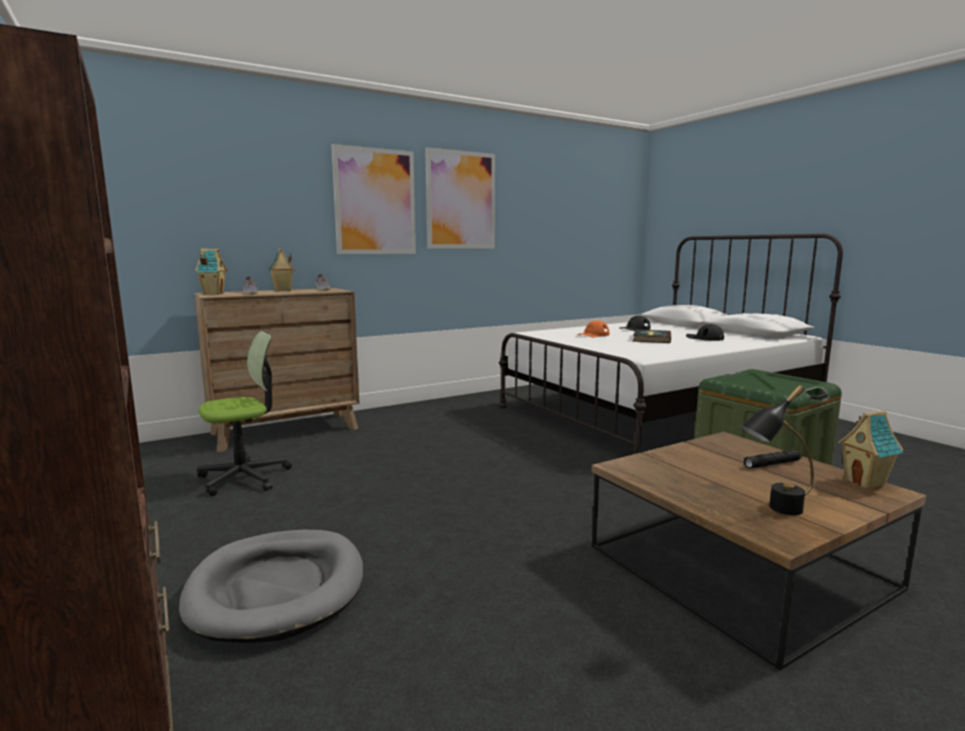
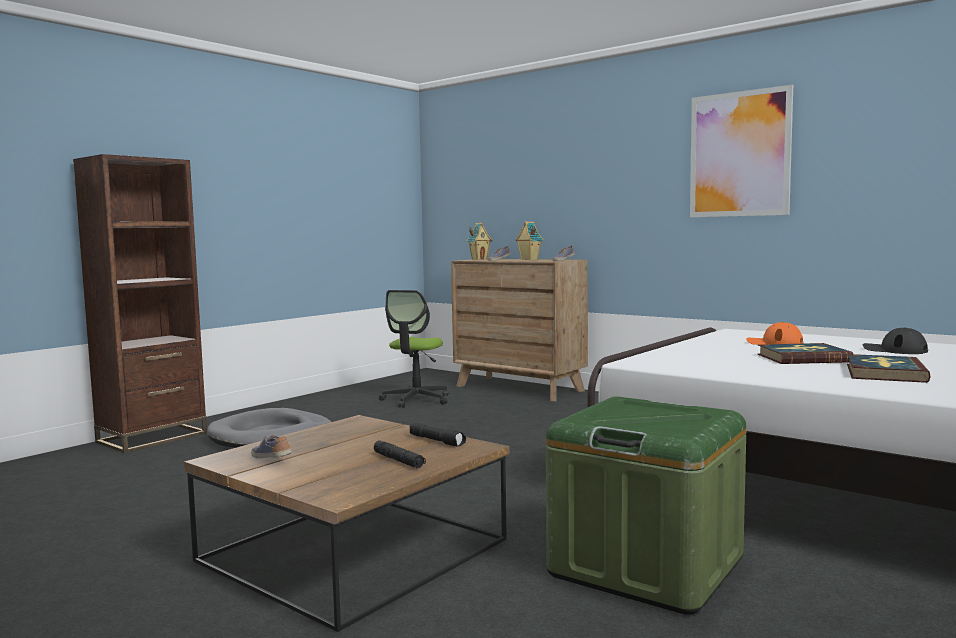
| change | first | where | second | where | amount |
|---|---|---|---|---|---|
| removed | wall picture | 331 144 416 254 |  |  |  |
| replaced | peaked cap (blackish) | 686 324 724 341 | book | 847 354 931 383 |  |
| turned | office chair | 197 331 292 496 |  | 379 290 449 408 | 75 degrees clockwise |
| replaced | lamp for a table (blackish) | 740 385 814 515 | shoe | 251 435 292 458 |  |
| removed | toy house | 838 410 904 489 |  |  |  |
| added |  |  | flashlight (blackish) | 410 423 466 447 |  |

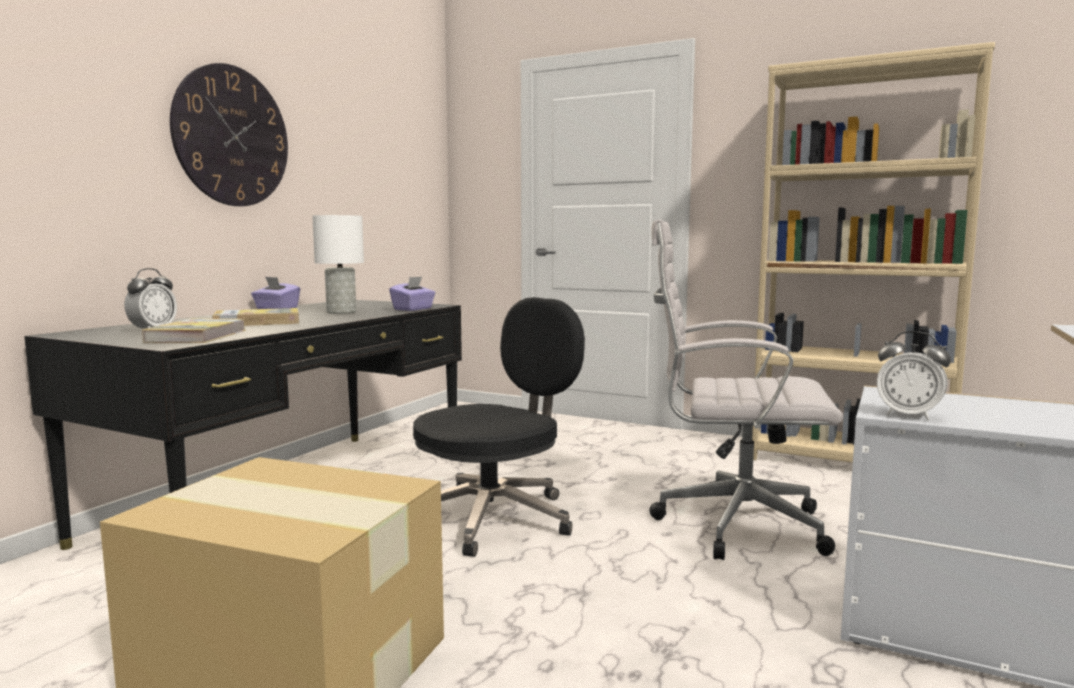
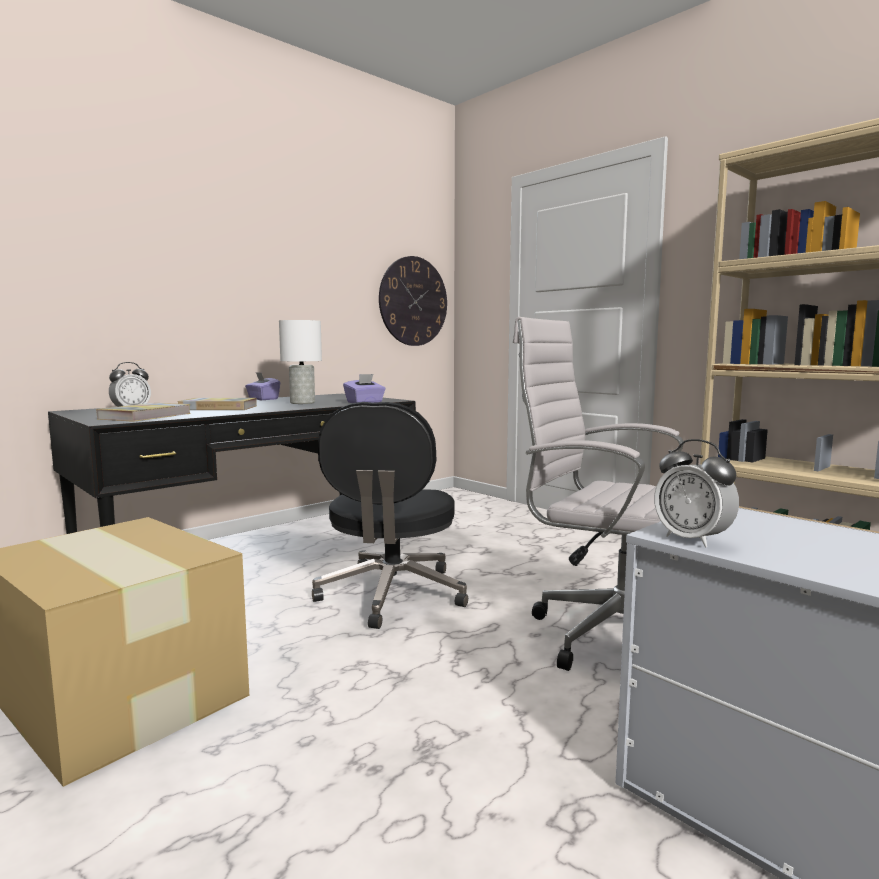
| change | first | where | second | where | amount |
|---|---|---|---|---|---|
| moved | clock on the wall | 170 63 288 206 |  | 379 256 447 346 |  |
| turned | office chair (blackish) | 413 297 585 557 |  | 312 402 468 629 | 120 degrees clockwise |

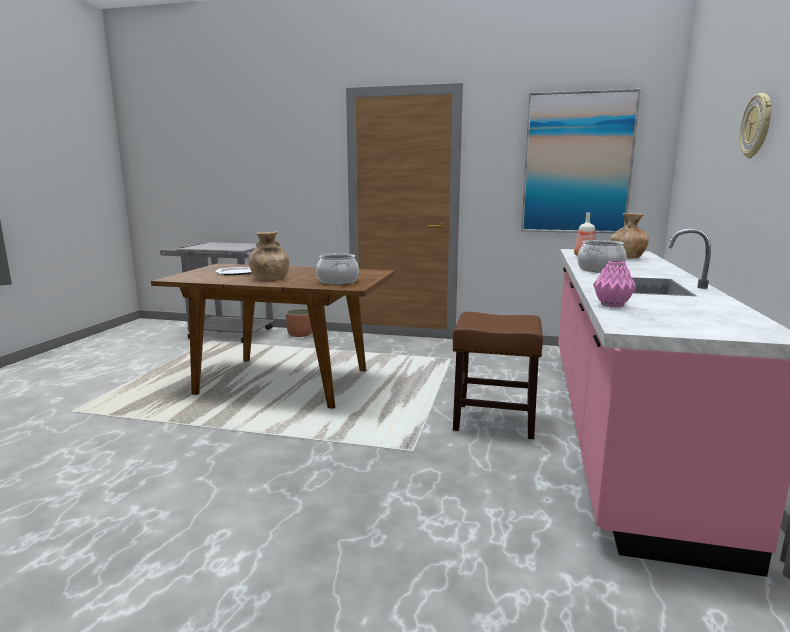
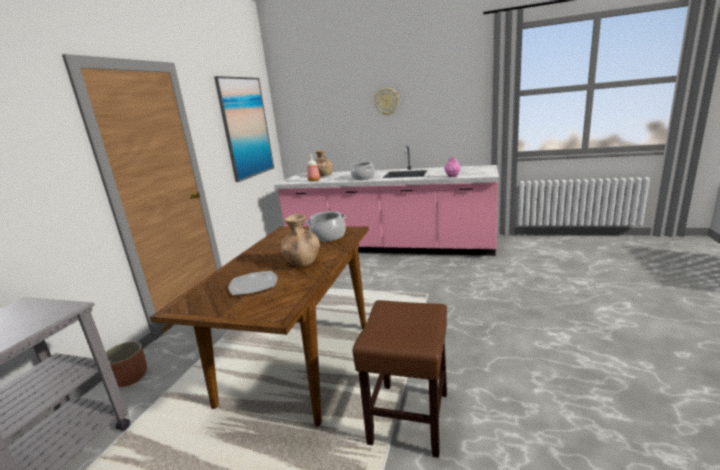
| change | first | where | second | where | amount |
|---|---|---|---|---|---|
| moved | sitting stool (brown-coloured) | 453 312 543 439 |  | 353 300 447 458 |  |

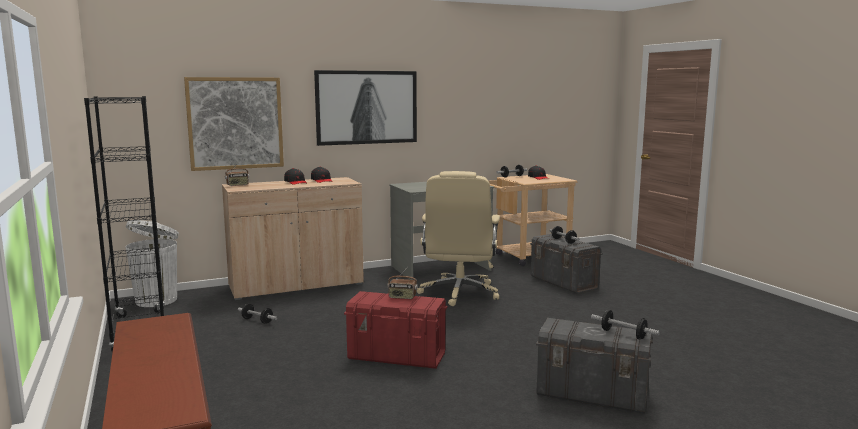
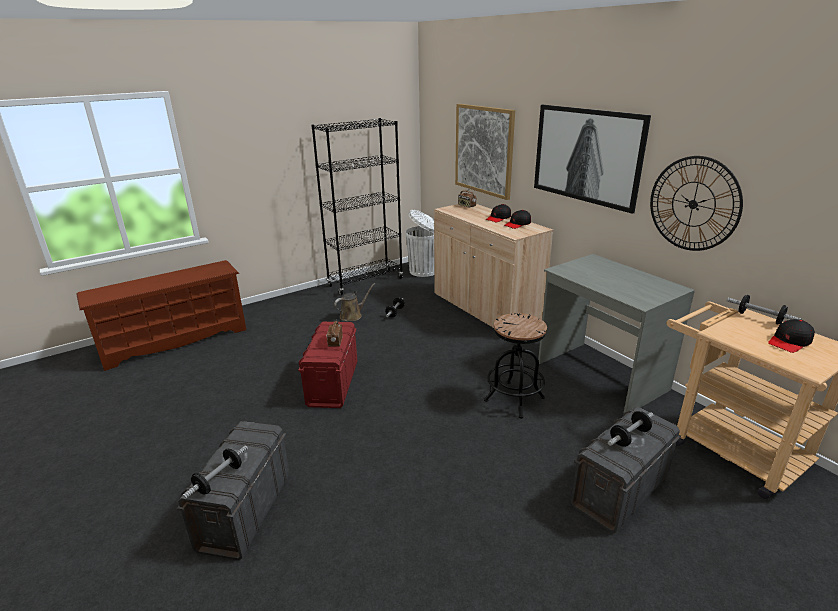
| change | first | where | second | where | amount |
|---|---|---|---|---|---|
| replaced | office chair (sand-coloured) | 417 171 500 306 | sitting stool (blackish) | 484 313 547 419 |  |
| added |  |  | clock on the wall | 650 156 743 251 |  |
| added |  |  | watering can (brown-coloured) | 334 283 375 321 |  |

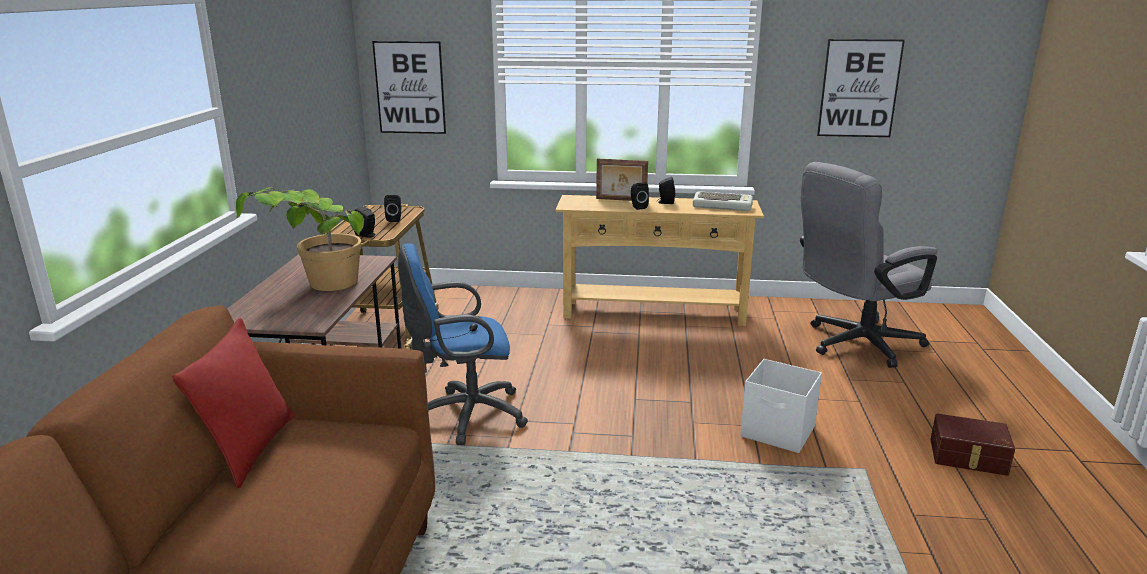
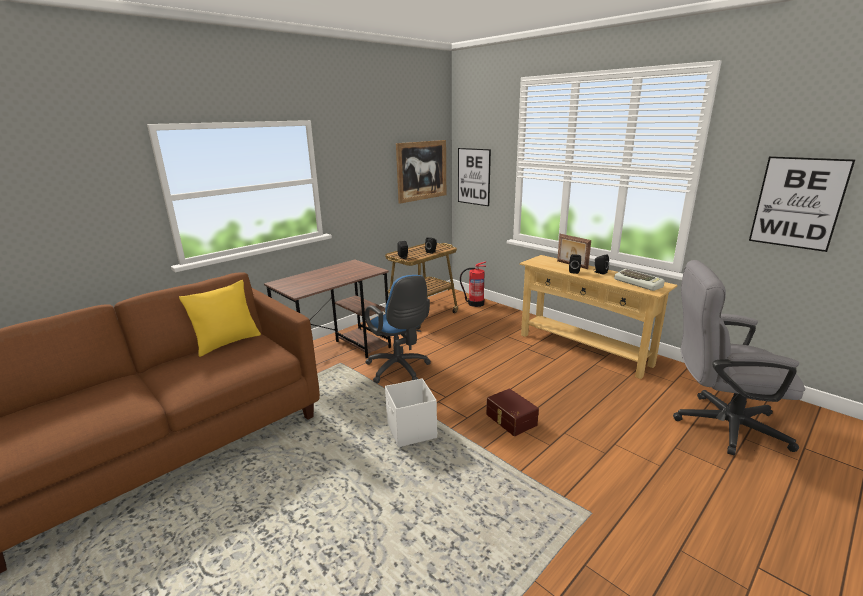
| change | first | where | second | where | amount |
|---|---|---|---|---|---|
| removed | houseplant | 236 187 364 291 |  |  |  |
| turned | office chair (bluish) | 398 244 528 445 |  | 365 275 431 383 | 150 degrees counterclockwise |
| recoloured | throw pillow (reddish) | 172 317 295 489 | throw pillow (yellow-coloured) | 179 280 261 357 |  |
| moved | storage bin (white-coloured) | 740 359 822 453 |  | 385 378 437 447 |  |
| moved | storage bin (brown-coloured) | 931 414 1015 476 |  | 486 388 539 436 |  |
| added |  |  | wall picture | 396 140 446 204 |  |
| added |  |  | fire-fighting cylinder | 460 261 486 307 |  |

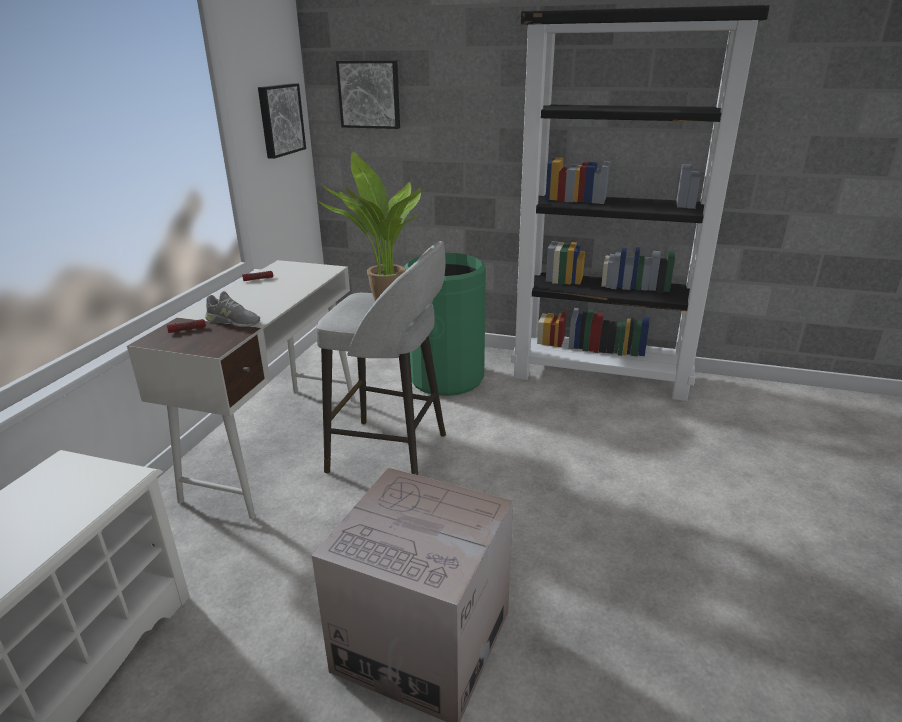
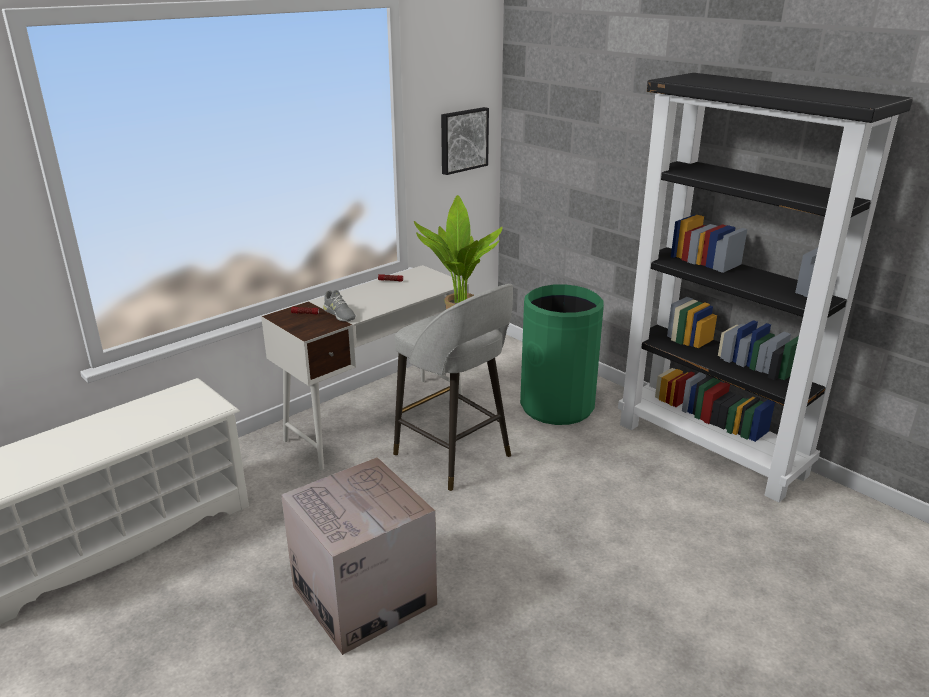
| change | first | where | second | where | amount |
|---|---|---|---|---|---|
| removed | wall picture | 336 60 400 129 |  |  |  |

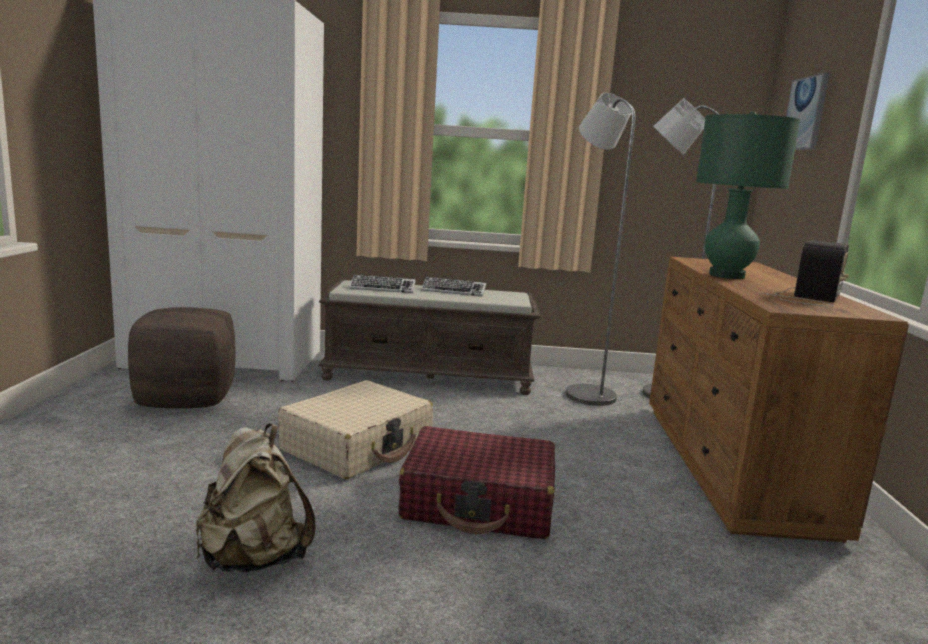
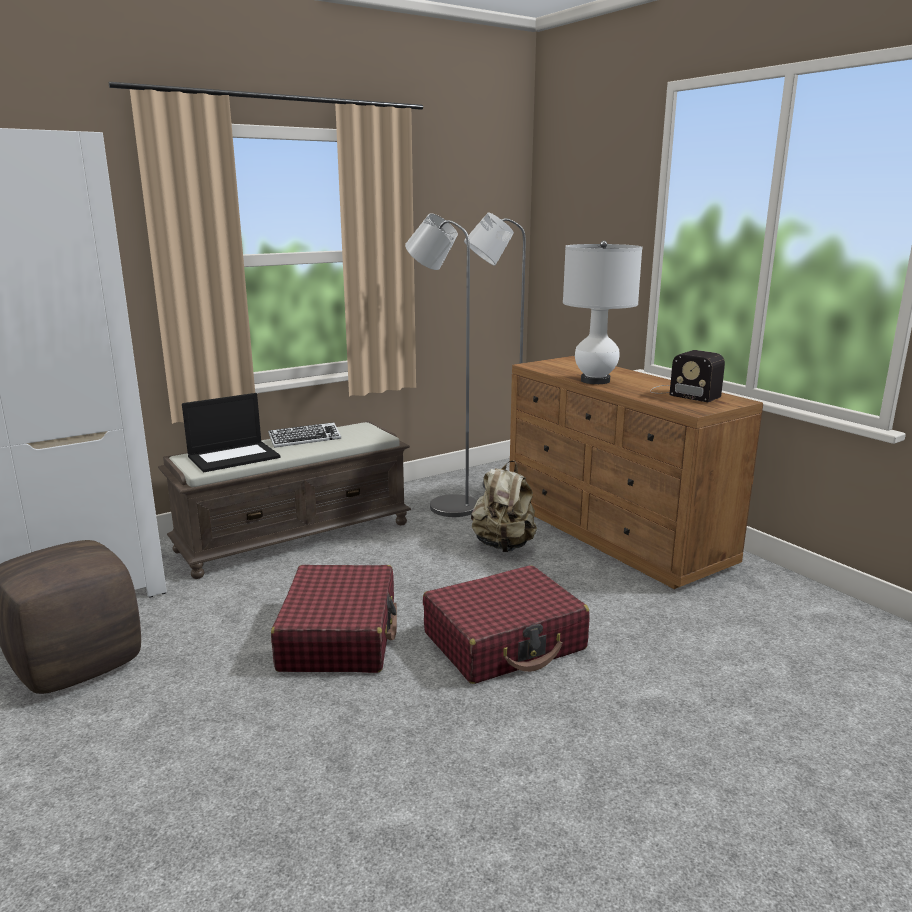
| change | first | where | second | where | amount |
|---|---|---|---|---|---|
| removed | wall picture | 786 72 830 150 |  |  |  |
| recoloured | lamp for a table (greenish) | 696 111 800 279 | lamp for a table (white-coloured) | 563 241 642 384 |  |
| turned | radio set | 763 240 849 307 |  | 650 350 725 402 | 135 degrees clockwise |
| replaced | keyboard | 350 275 416 293 | portable computer | 182 393 280 472 |  |
| recoloured | travel case (sand-coloured) | 278 380 433 479 | travel case (reddish) | 271 565 397 673 |  |
| moved | rucksack (sand-coloured) | 196 423 315 572 |  | 471 460 537 552 |  |

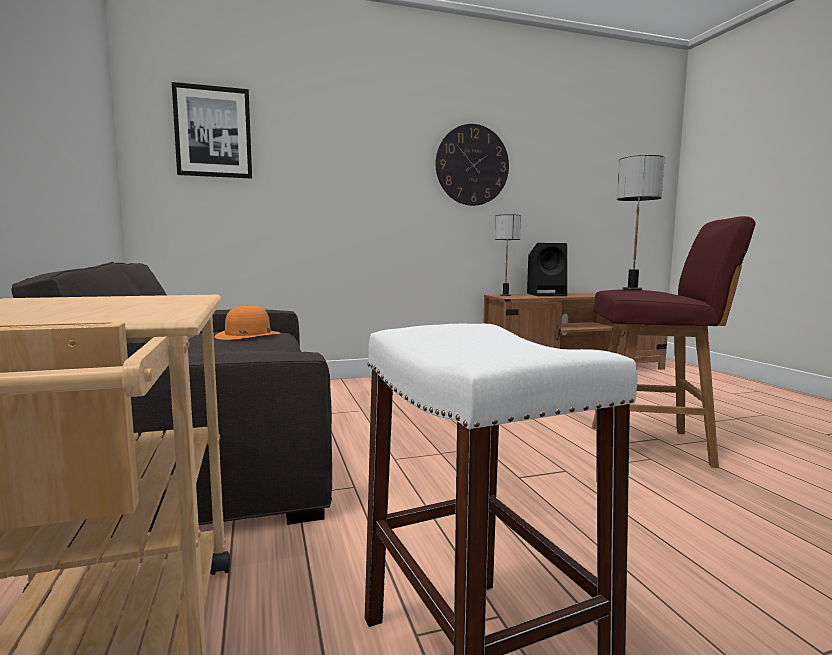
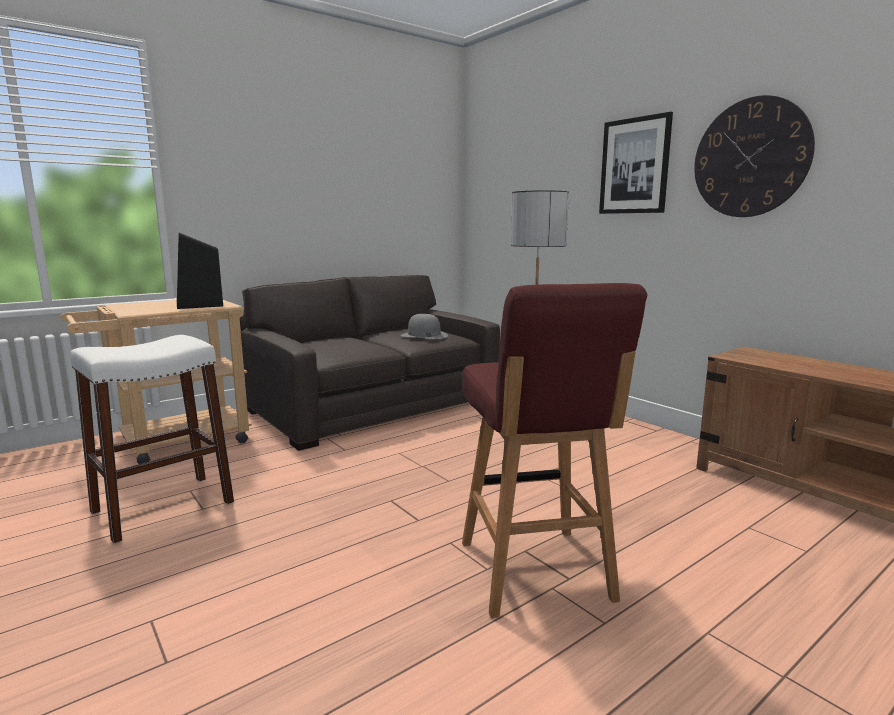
| change | first | where | second | where | amount |
|---|---|---|---|---|---|
| moved | wall picture | 172 82 252 179 |  | 599 112 673 214 |  |
| removed | lamp for a table | 495 215 521 296 |  |  |  |
| moved | loudspeaker (blackish) | 527 243 567 296 |  | 177 233 223 309 |  |
| recoloured | hat (orangey) | 215 306 280 340 | hat (greyish) | 401 314 448 339 |  |

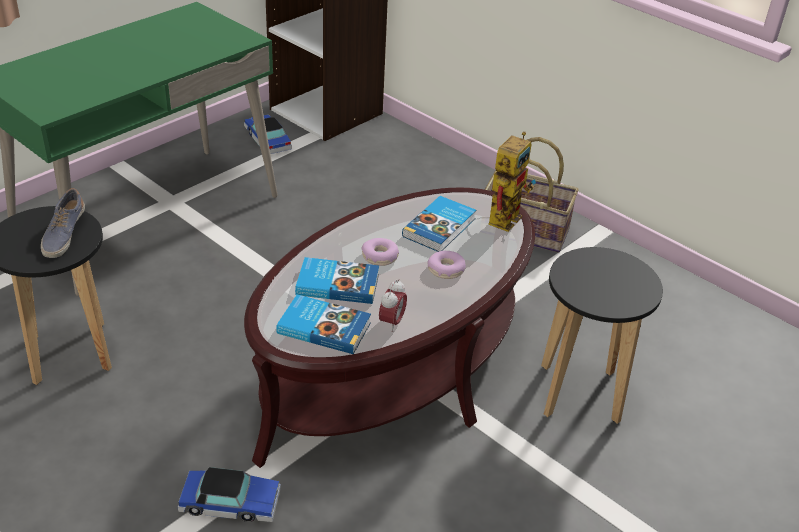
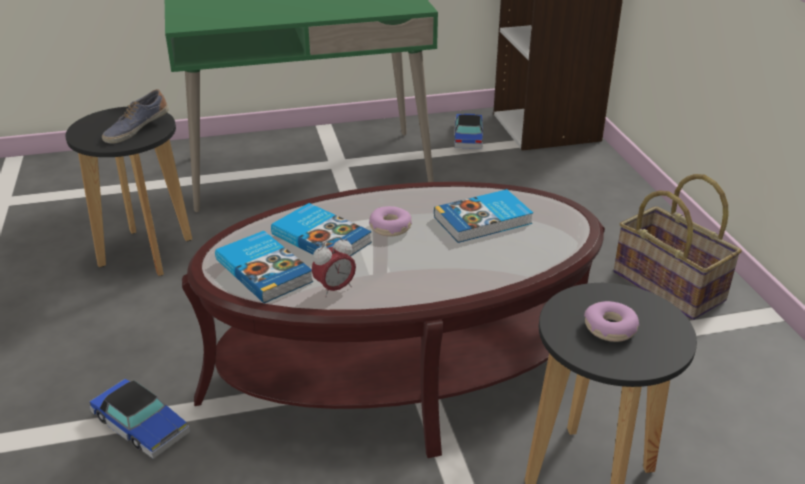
| change | first | where | second | where | amount |
|---|---|---|---|---|---|
| removed | robot figure | 488 132 536 232 |  |  |  |
| moved | ring doughnut | 427 251 466 279 |  | 584 301 639 342 |  |

